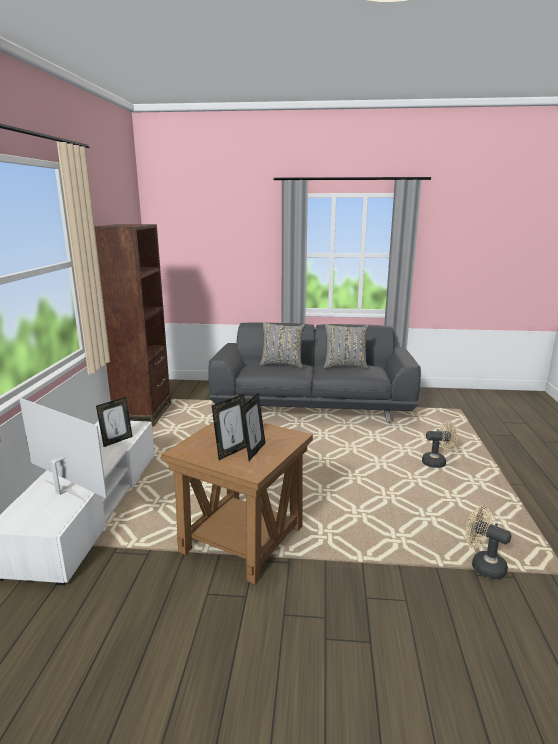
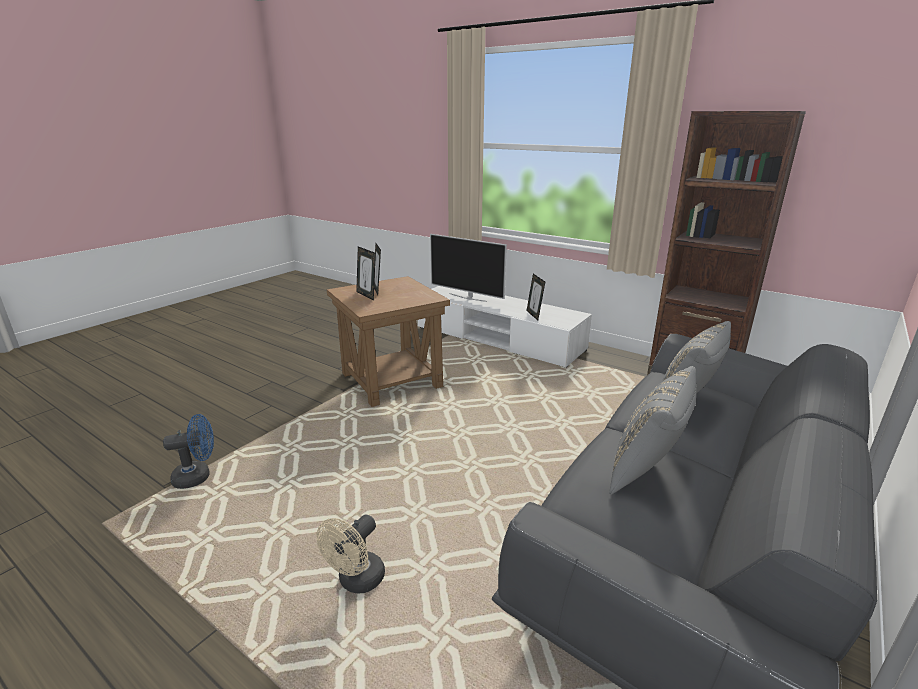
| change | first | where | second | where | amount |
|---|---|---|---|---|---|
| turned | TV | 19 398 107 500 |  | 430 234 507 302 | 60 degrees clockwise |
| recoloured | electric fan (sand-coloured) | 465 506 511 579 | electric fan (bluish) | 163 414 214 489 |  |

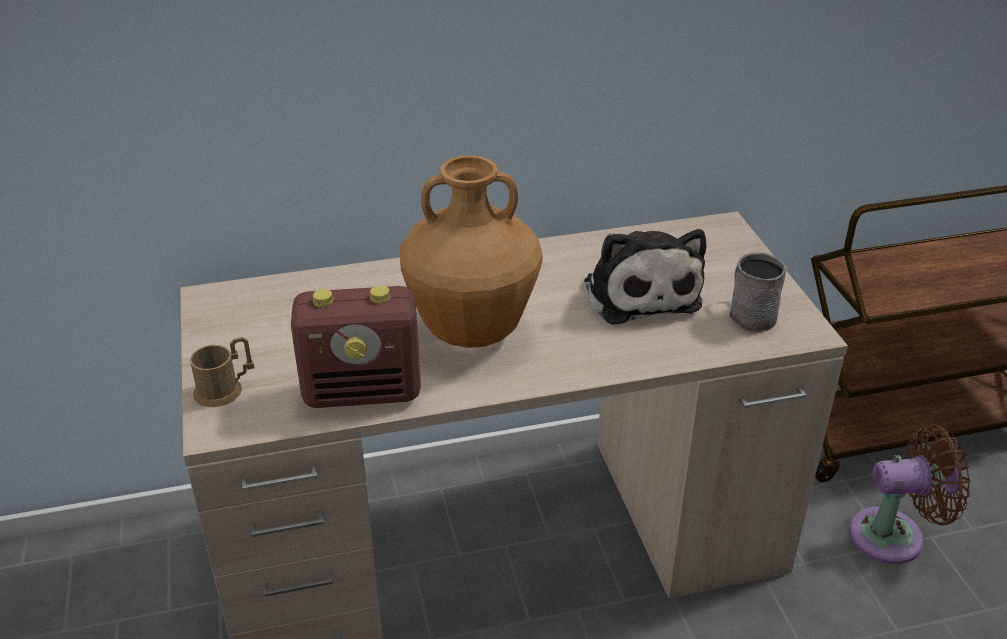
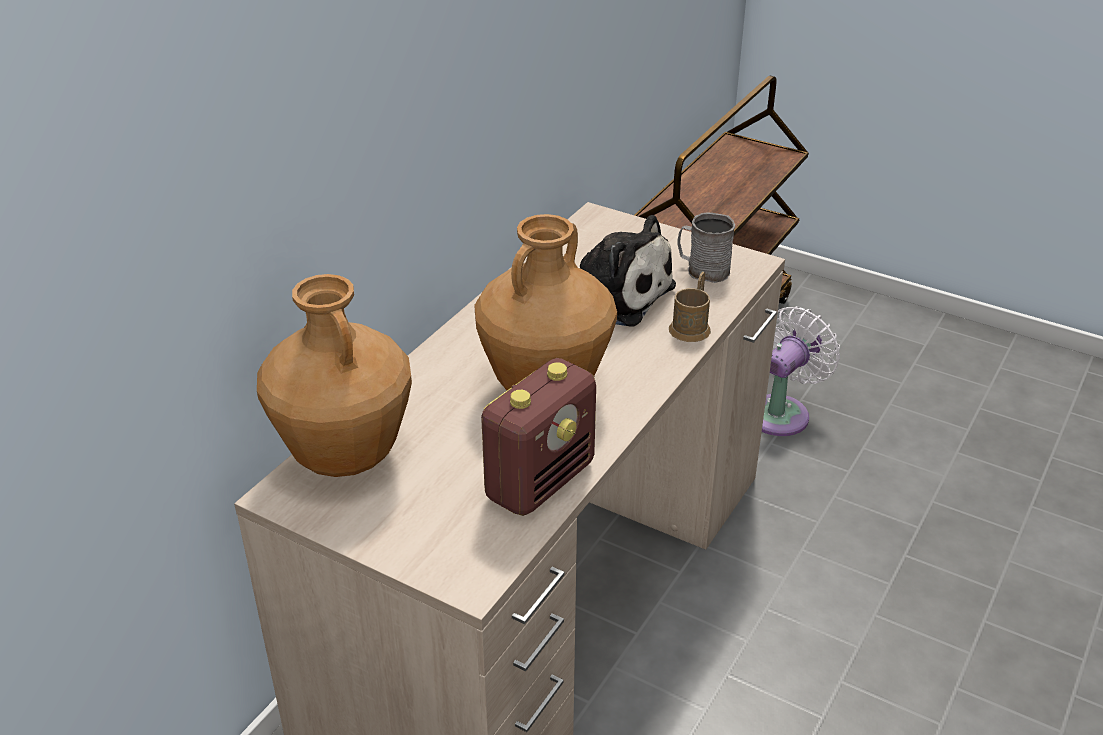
| change | first | where | second | where | amount |
|---|---|---|---|---|---|
| moved | coffee mug (brown-coloured) | 190 337 254 407 |  | 669 271 711 342 |  |
| recoloured | electric fan (brown-coloured) | 849 424 971 564 | electric fan (white-coloured) | 762 306 840 436 |  |
| added |  |  | vase (brown-coloured) | 257 274 412 477 |  |

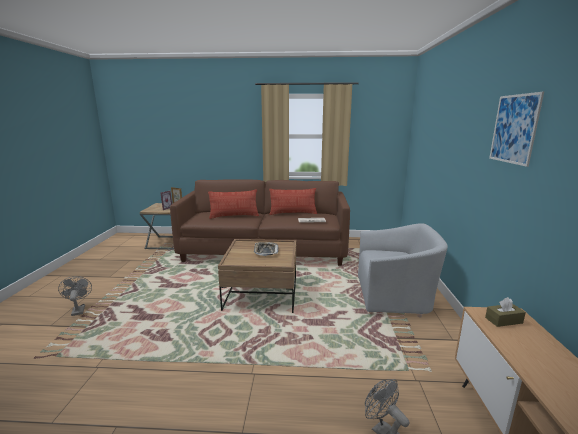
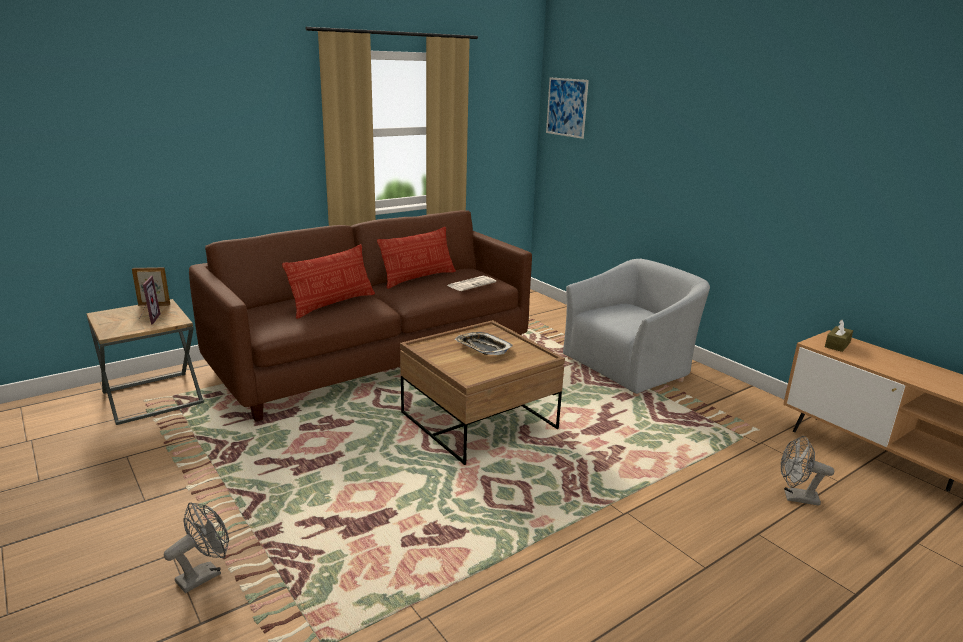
| change | first | where | second | where | amount |
|---|---|---|---|---|---|
| moved | wall picture | 489 92 544 167 |  | 546 77 589 139 |  |
| turned | electric fan (greyish) | 58 276 92 316 |  | 164 502 229 593 | 105 degrees clockwise |

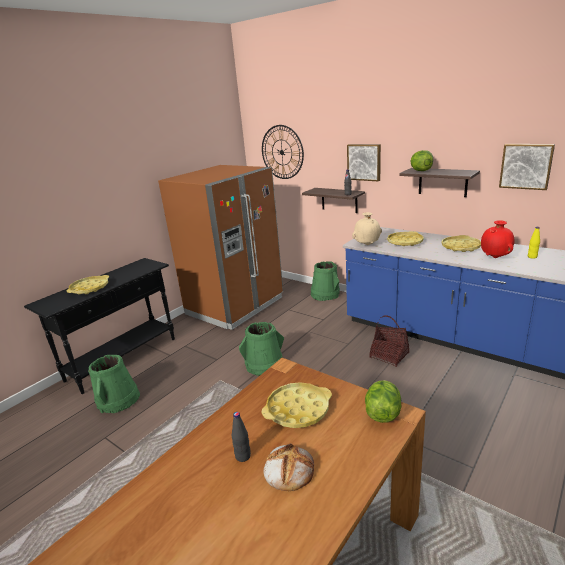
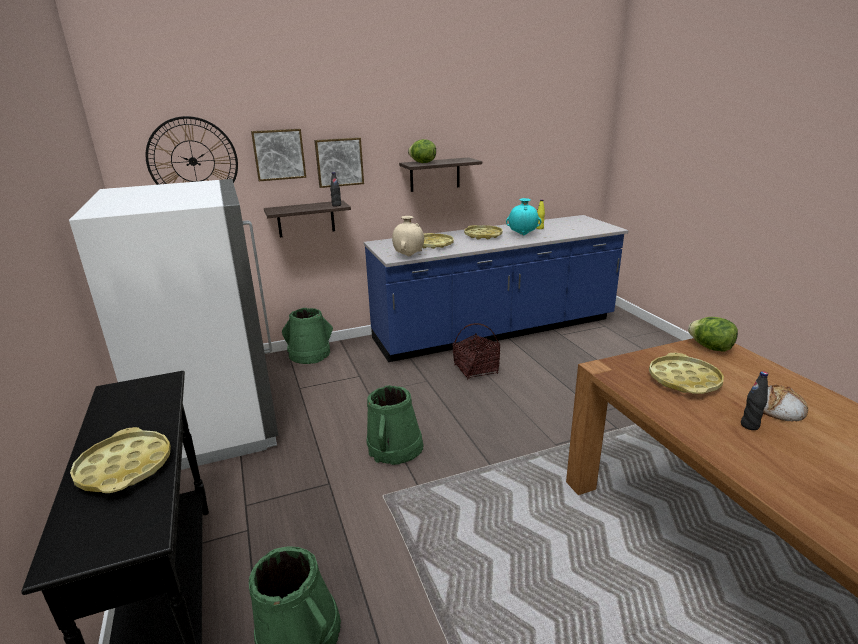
| change | first | where | second | where | amount |
|---|---|---|---|---|---|
| moved | wall picture | 499 144 555 190 |  | 251 129 306 181 |  |
| recoloured | fridge (brown-coloured) | 158 165 283 330 | fridge (white-coloured) | 69 179 278 470 |  |
| recoloured | vase (reddish) | 481 220 514 258 | vase (blue-green) | 506 198 541 235 |  |

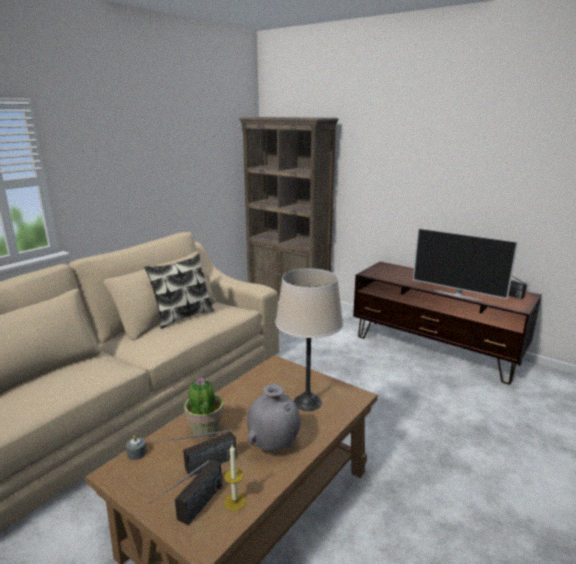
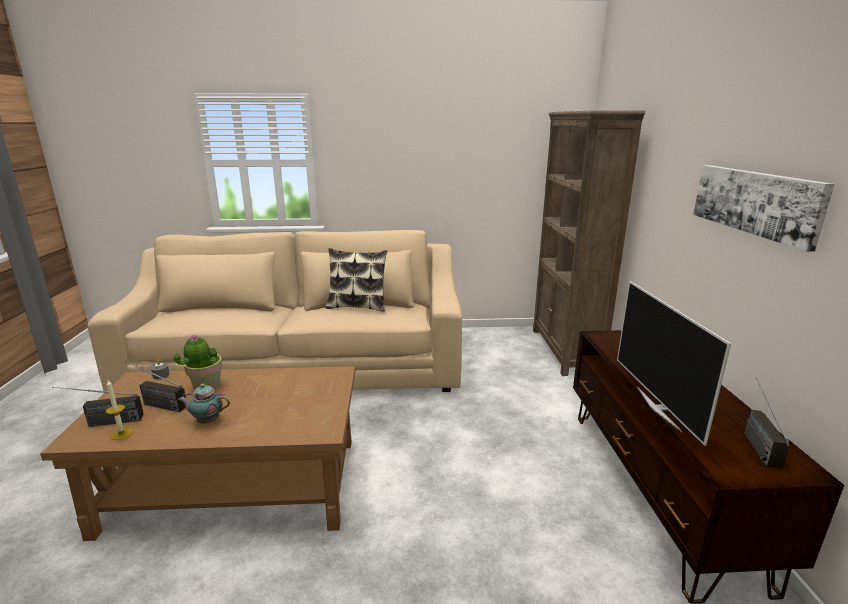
| change | first | where | second | where | amount |
|---|---|---|---|---|---|
| removed | lamp for a table (sand-coloured) | 275 268 343 411 |  |  |  |
| replaced | vase (greyish) | 247 384 300 451 | teapot | 178 384 230 423 |  |
| added |  |  | wall picture | 693 165 835 252 |  |

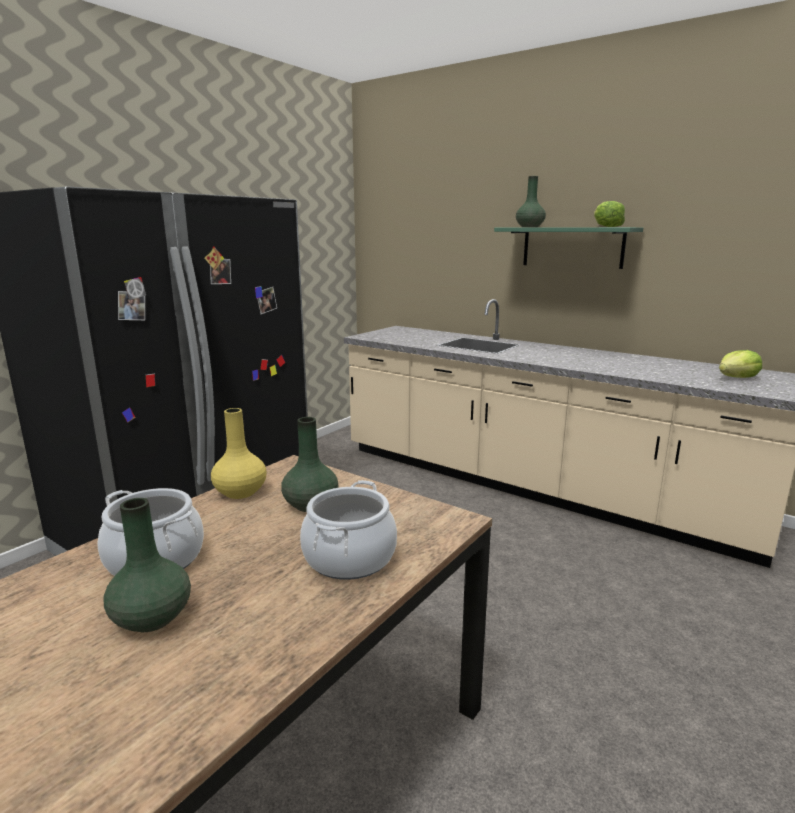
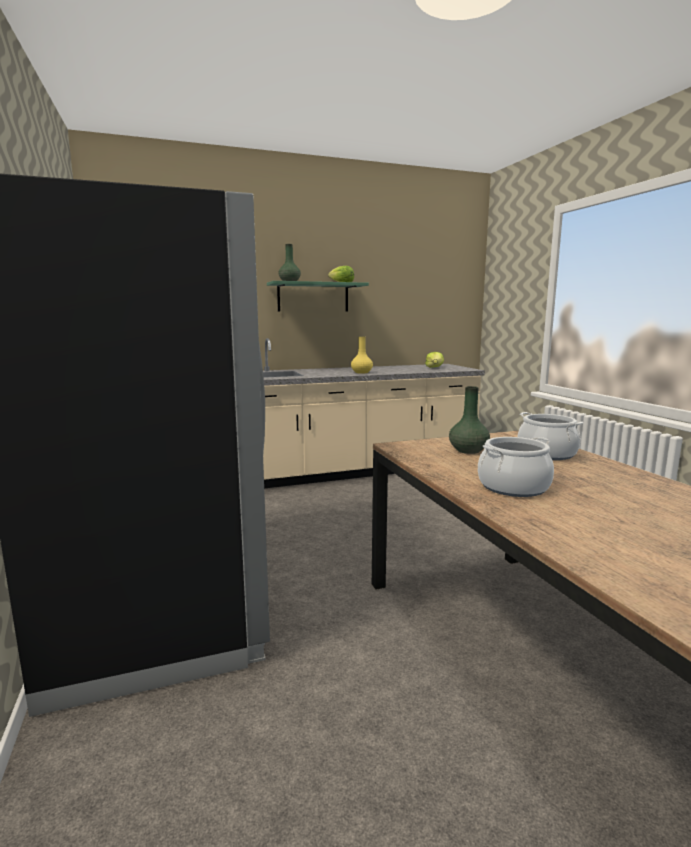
| change | first | where | second | where | amount |
|---|---|---|---|---|---|
| moved | vase (yellow-coloured) | 211 408 267 499 |  | 351 336 373 374 |  |
| removed | vase (greenish) | 104 498 191 632 |  |  |  |

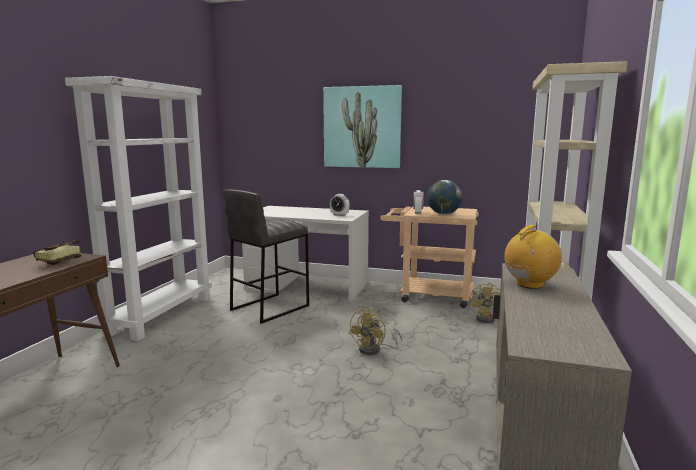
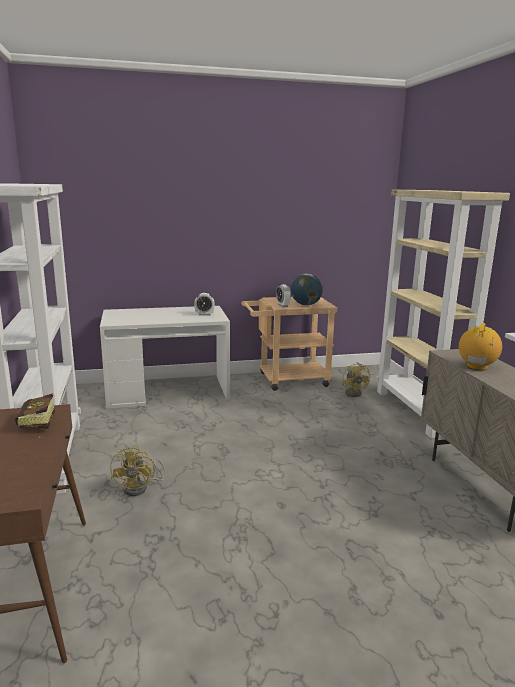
| change | first | where | second | where | amount |
|---|---|---|---|---|---|
| removed | wall picture | 323 85 402 168 |  |  |  |
| removed | sitting stool (greyish) | 223 189 309 324 |  |  |  |
| moved | electric fan (yellow-coloured) | 349 308 402 355 |  | 110 445 165 496 |  |

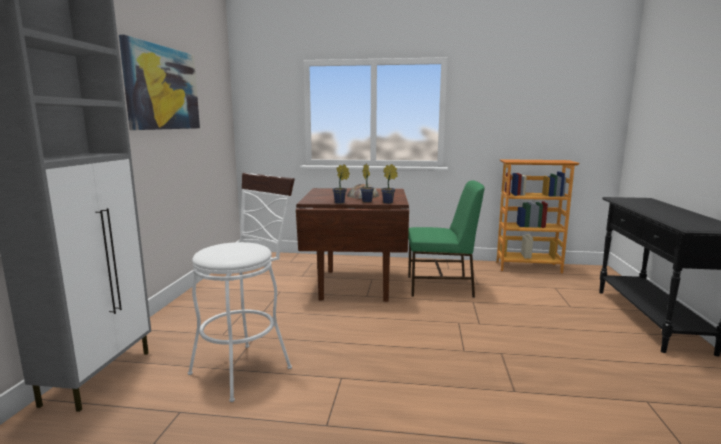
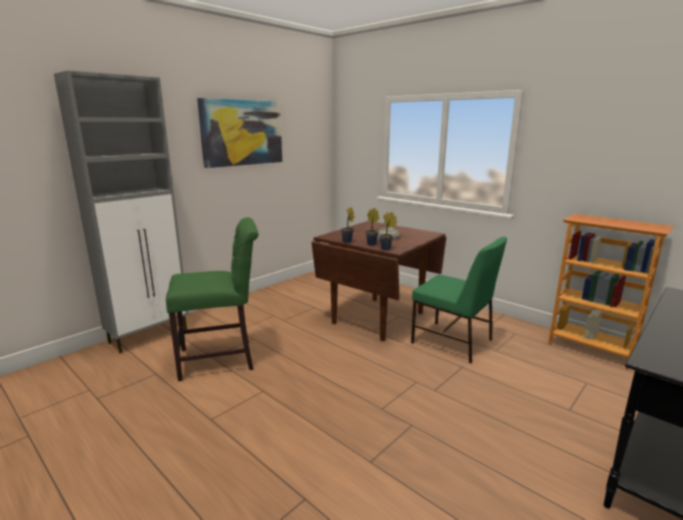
| change | first | where | second | where | amount |
|---|---|---|---|---|---|
| replaced | sitting stool (white-coloured) | 188 173 295 402 | chair (greenish) | 166 217 259 381 |  |

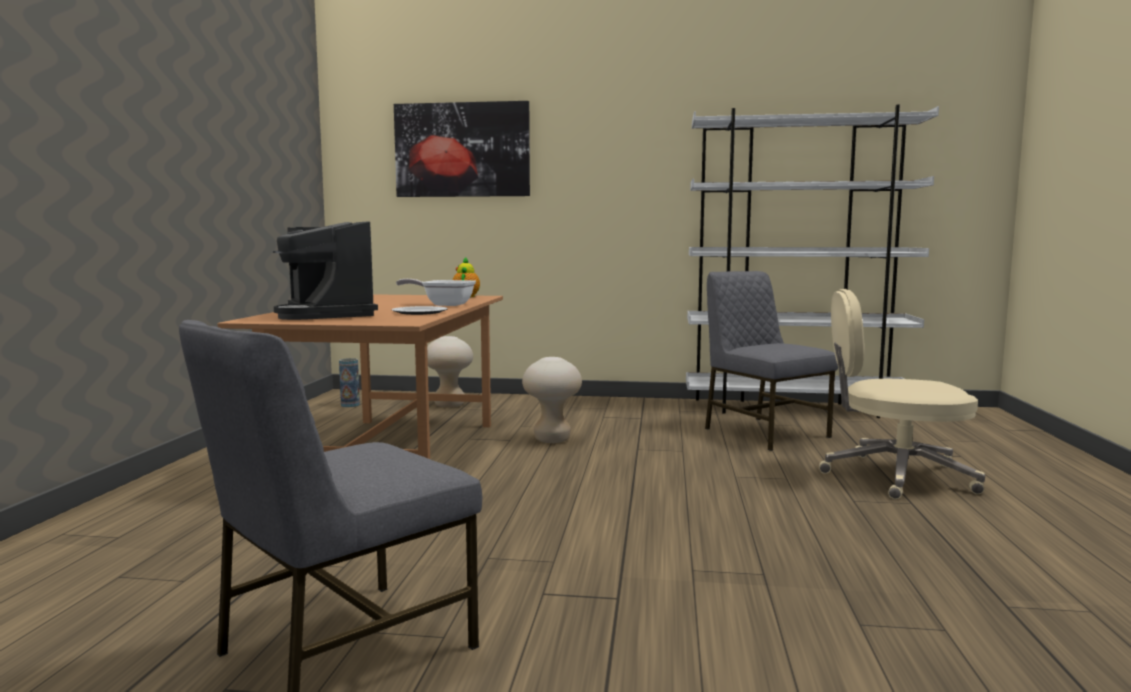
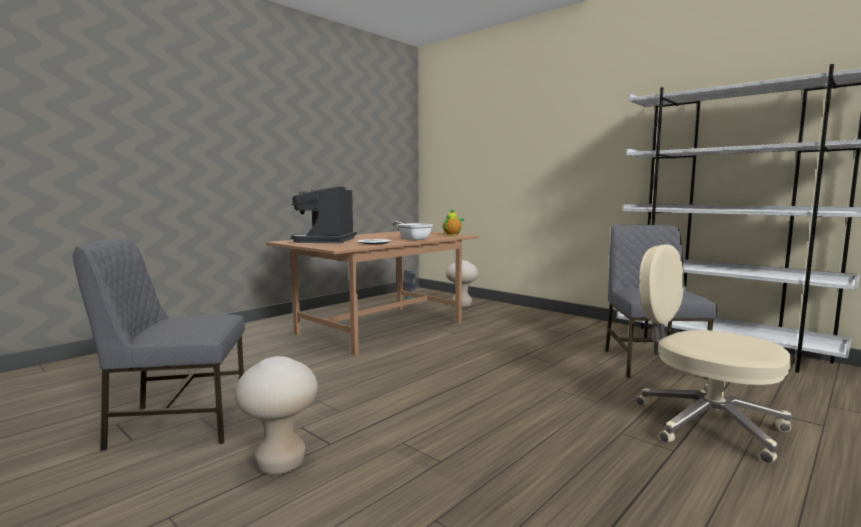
| change | first | where | second | where | amount |
|---|---|---|---|---|---|
| removed | wall picture | 394 101 530 197 |  |  |  |
| moved | sitting stool (sand-coloured) | 522 357 582 443 |  | 235 356 318 475 |  |

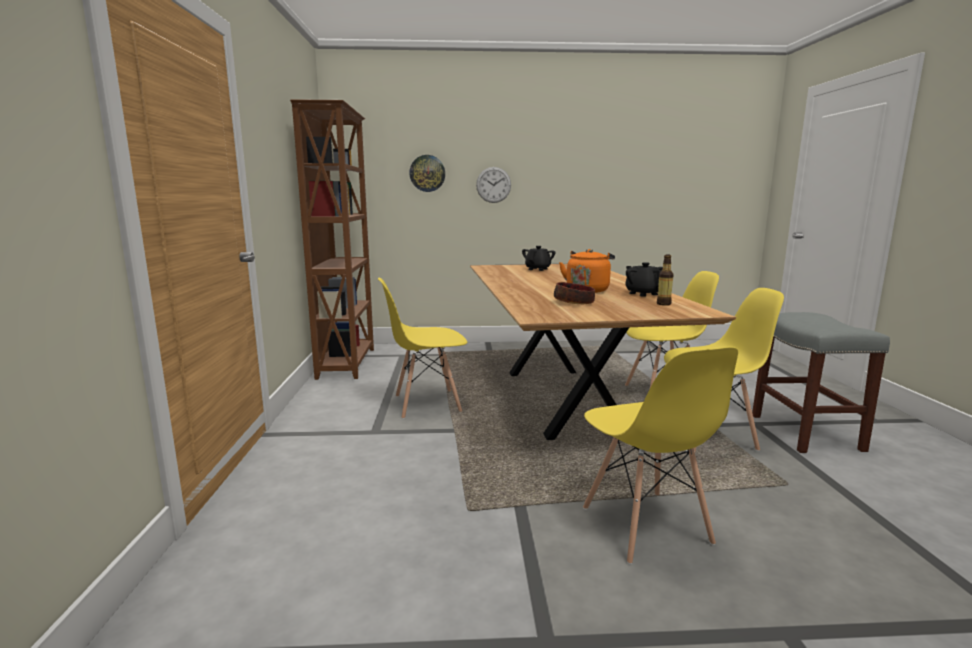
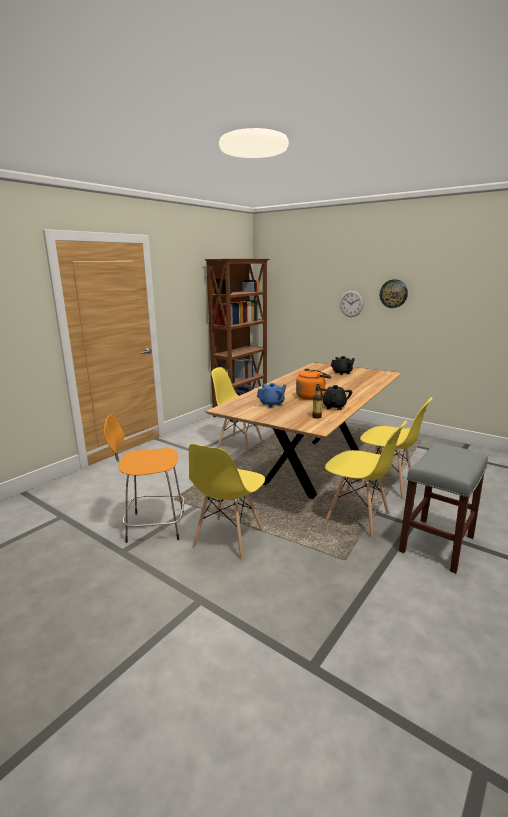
| change | first | where | second | where | amount |
|---|---|---|---|---|---|
| moved | clock on the wall | 409 155 445 192 |  | 380 279 408 308 |  |
| replaced | bowl | 554 282 595 304 | teapot (bluish) | 257 383 286 407 |  |
| added |  |  | sitting stool (orangey) | 104 413 185 543 |  |

